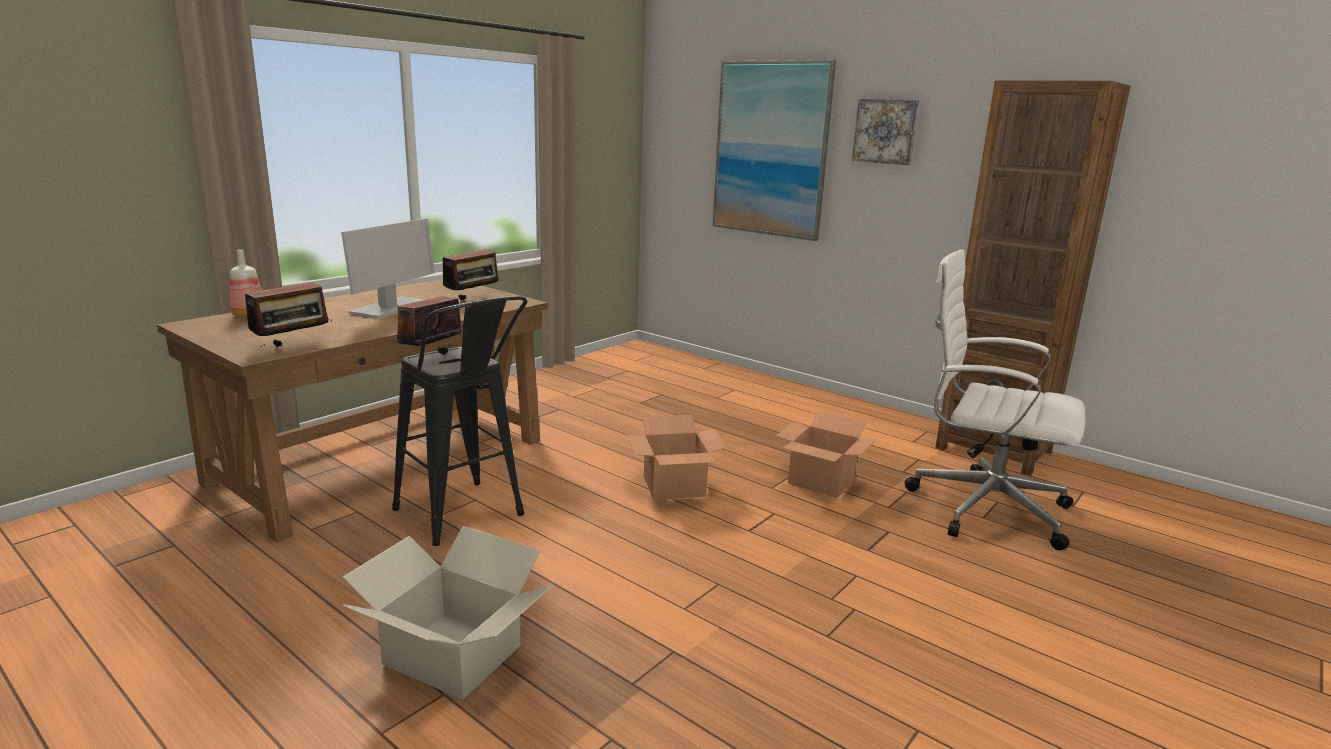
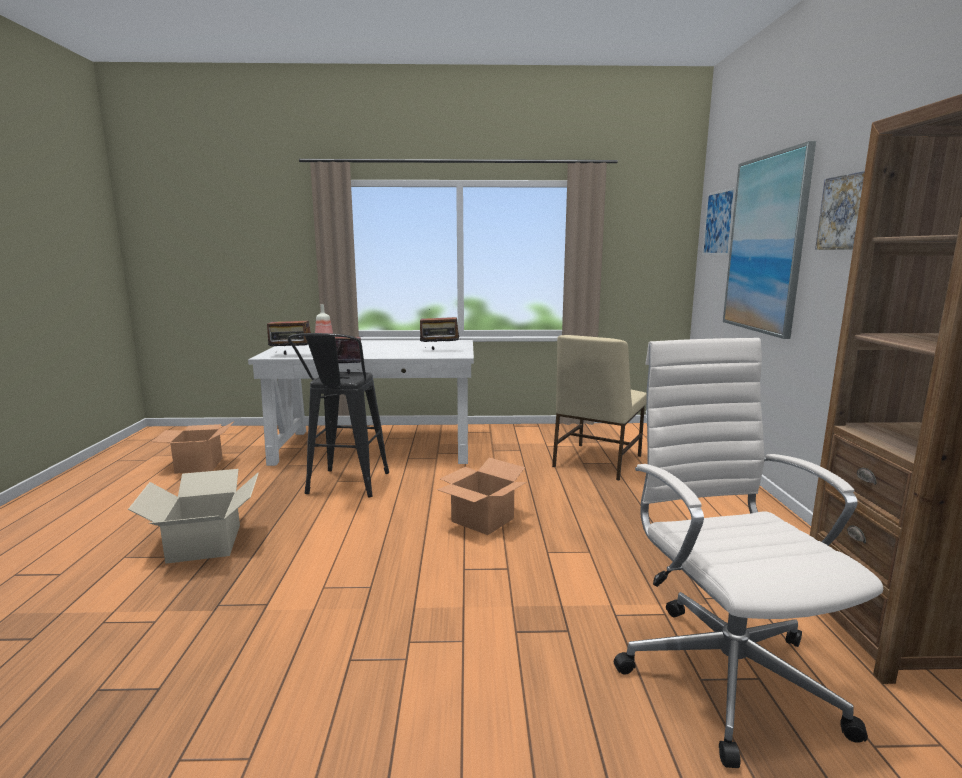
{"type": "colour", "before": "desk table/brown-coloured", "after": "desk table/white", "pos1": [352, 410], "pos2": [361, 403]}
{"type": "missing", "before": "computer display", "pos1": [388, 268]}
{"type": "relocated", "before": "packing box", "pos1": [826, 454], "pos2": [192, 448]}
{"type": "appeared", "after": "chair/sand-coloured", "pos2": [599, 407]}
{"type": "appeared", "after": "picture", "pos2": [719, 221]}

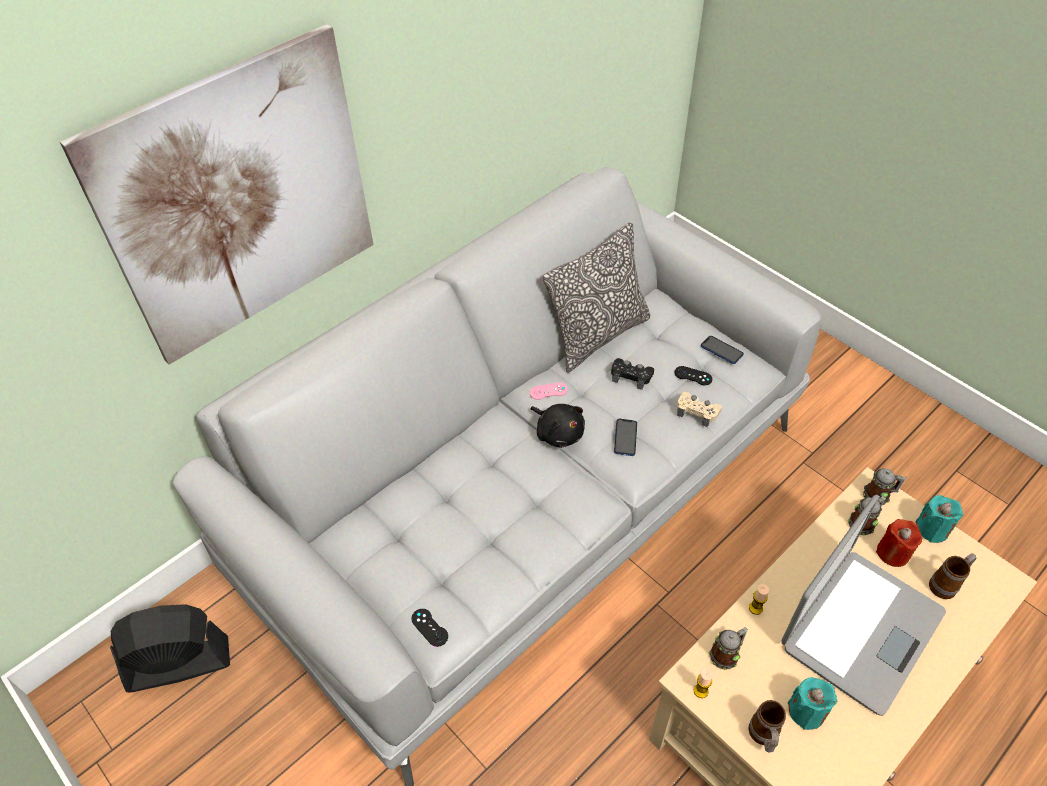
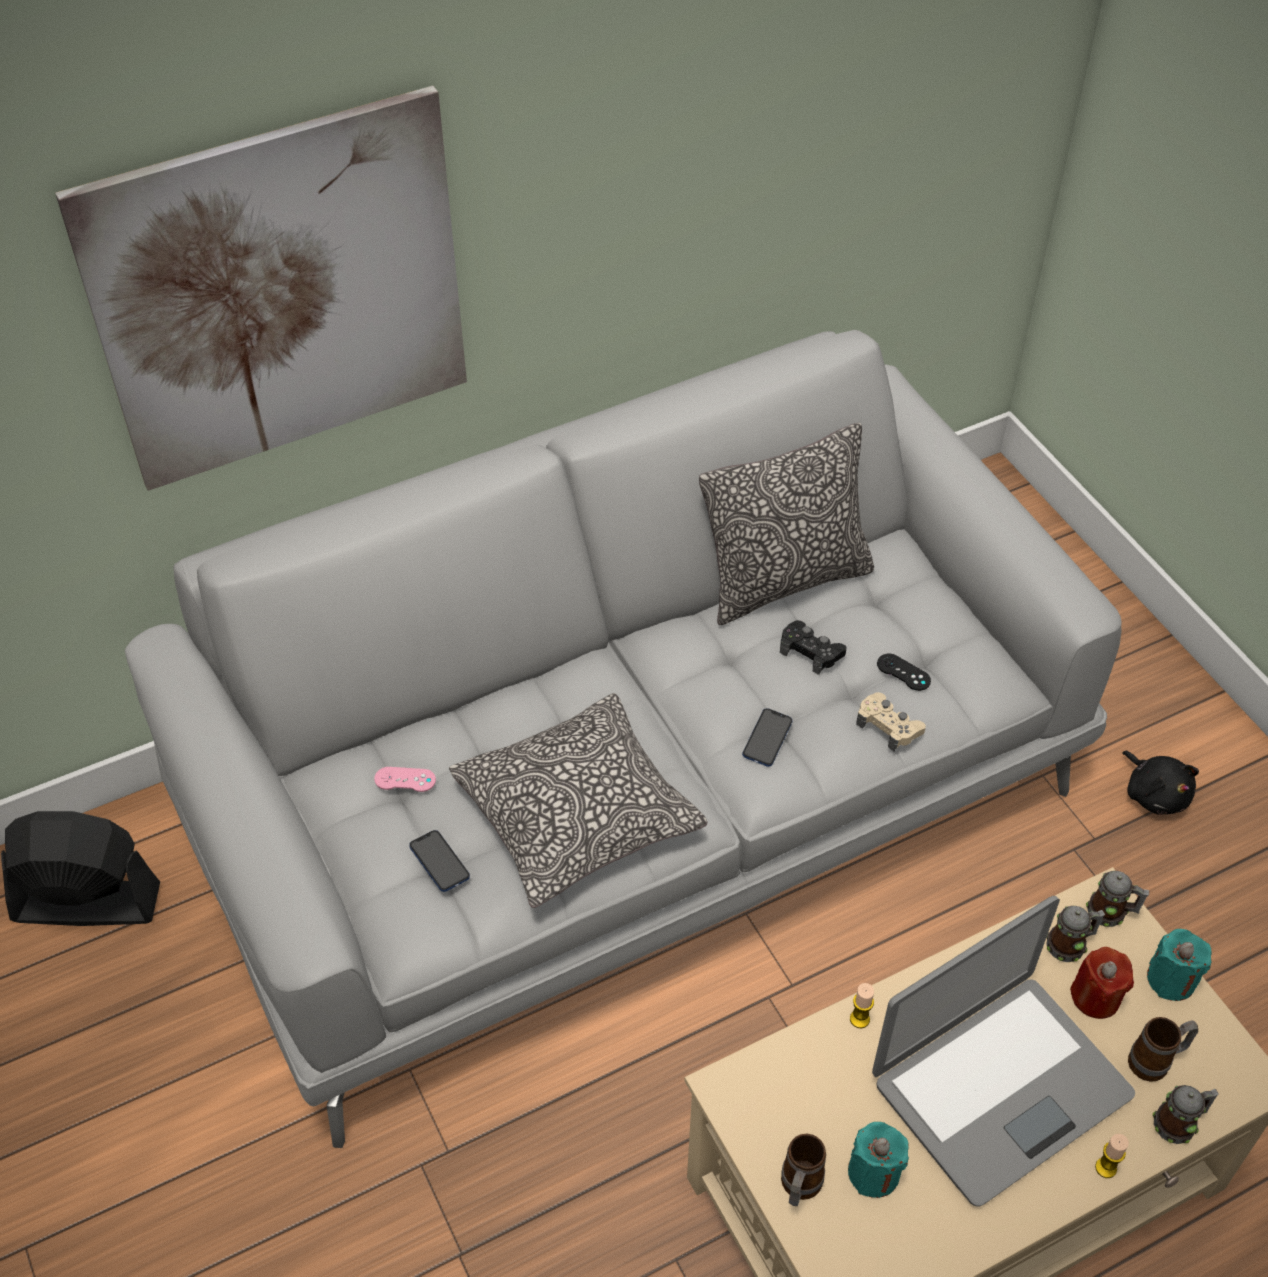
{"type": "missing", "before": "gamepad/blackish", "pos1": [429, 628]}
{"type": "relocated", "before": "gamepad/pinkish", "pos1": [549, 391], "pos2": [405, 779]}
{"type": "relocated", "before": "soft toy/blackish", "pos1": [558, 426], "pos2": [1161, 782]}
{"type": "relocated", "before": "candle", "pos1": [703, 683], "pos2": [1112, 1156]}
{"type": "relocated", "before": "phone", "pos1": [722, 350], "pos2": [440, 861]}
{"type": "relocated", "before": "coffee mug", "pos1": [728, 648], "pos2": [1186, 1114]}
{"type": "appeared", "after": "cushion", "pos2": [578, 800]}

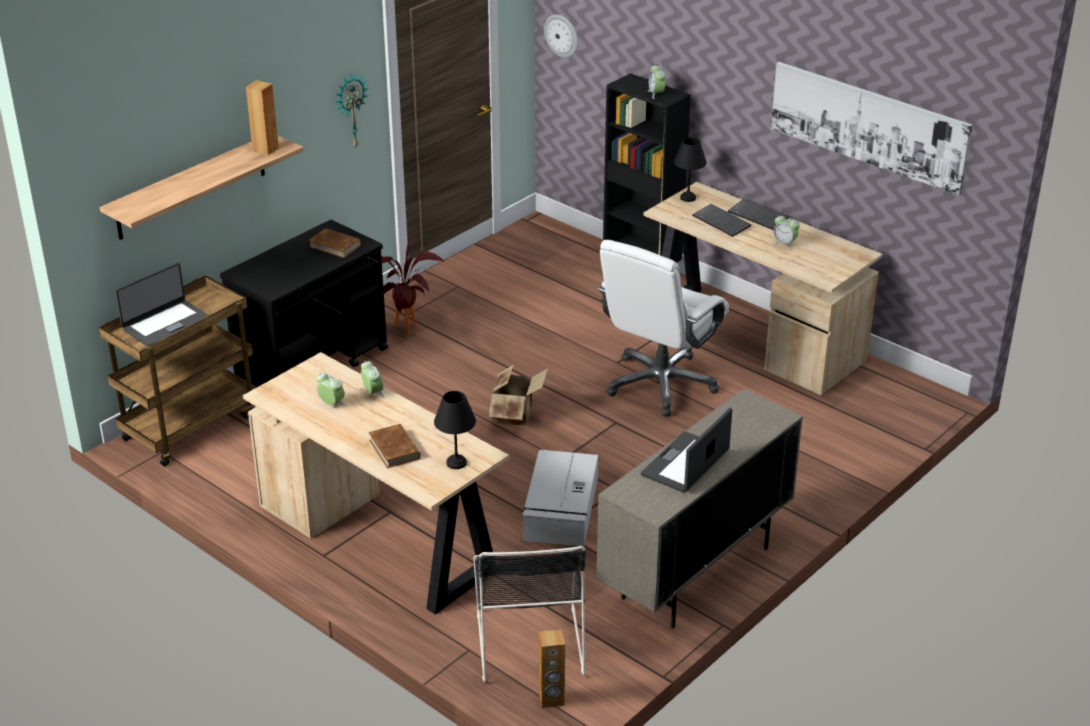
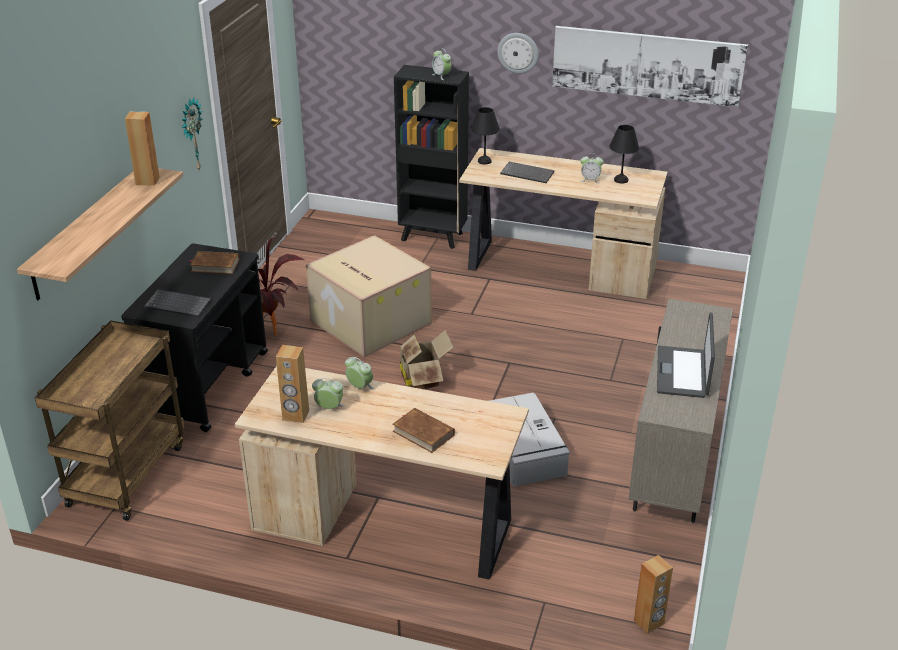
{"type": "missing", "before": "laptop", "pos1": [162, 305]}
{"type": "relocated", "before": "table lamp/blackish", "pos1": [455, 430], "pos2": [624, 154]}
{"type": "missing", "before": "chair/blackish", "pos1": [529, 614]}
{"type": "relocated", "before": "clock on the wall", "pos1": [561, 36], "pos2": [518, 53]}
{"type": "missing", "before": "computer chair/white", "pos1": [663, 328]}
{"type": "relocated", "before": "PC keyboard", "pos1": [758, 214], "pos2": [177, 303]}
{"type": "appeared", "after": "loudspeaker/brown-coloured", "pos2": [292, 384]}
{"type": "appeared", "after": "packing box", "pos2": [369, 296]}

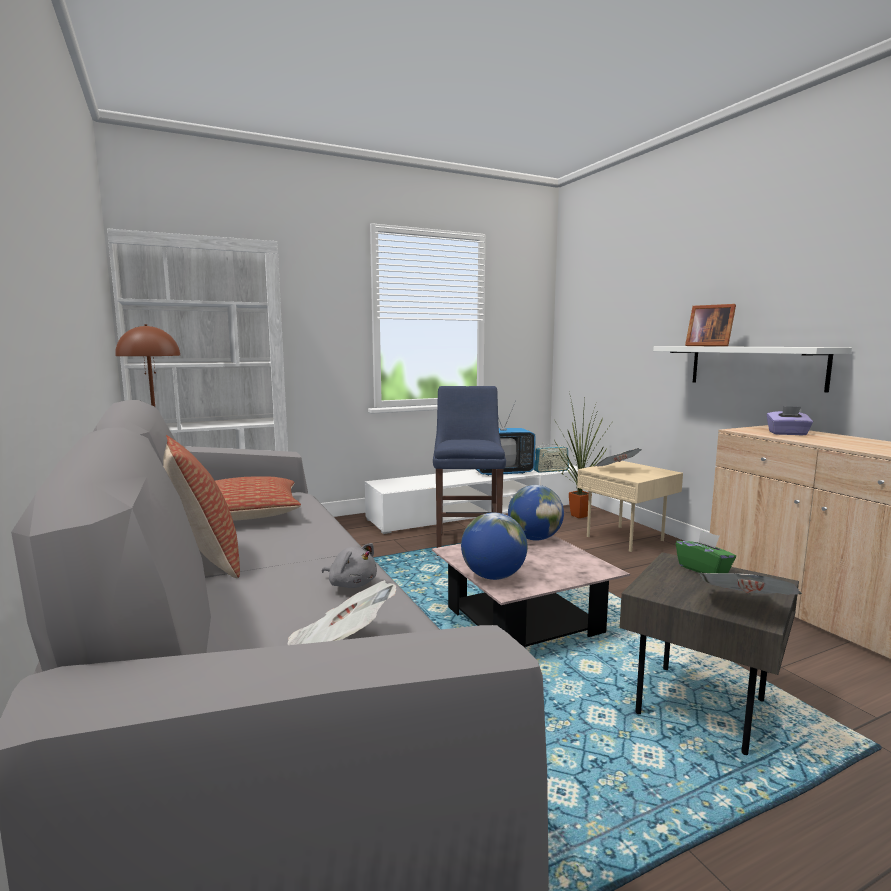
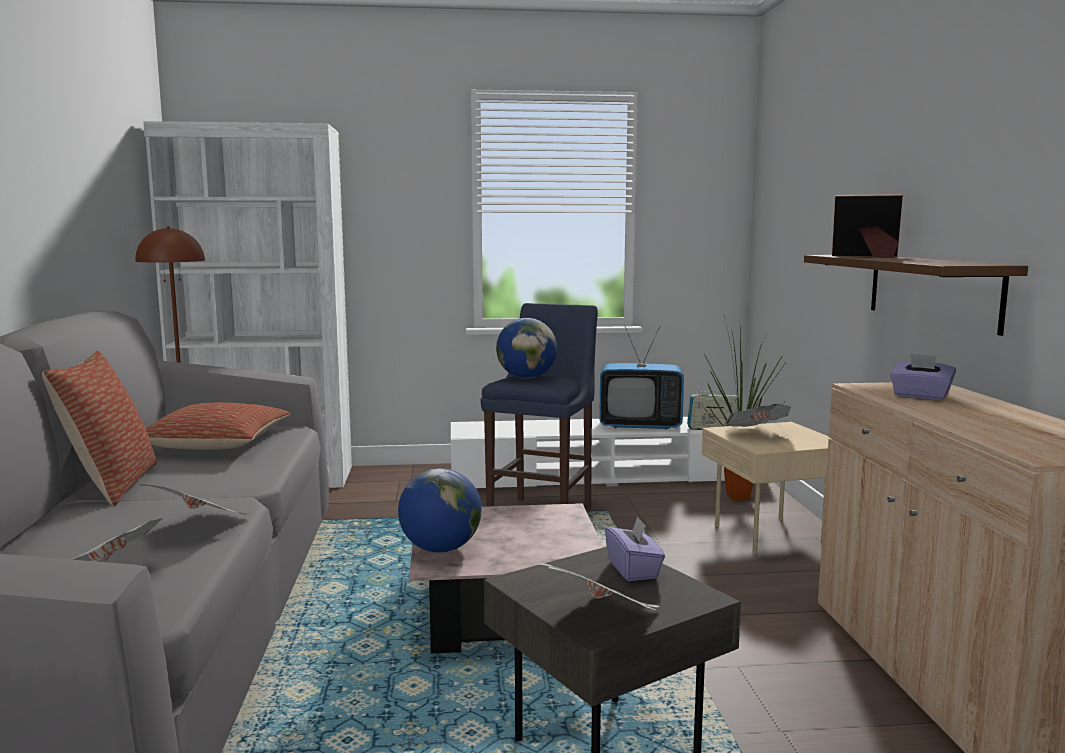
{"type": "exchanged", "before": "soft toy/grey", "after": "daily paper", "pos1": [349, 565], "pos2": [193, 499]}
{"type": "relocated", "before": "globe", "pos1": [536, 513], "pos2": [526, 348]}
{"type": "colour", "before": "shelf/white", "after": "shelf/brown-coloured", "pos1": [752, 369], "pos2": [916, 295]}
{"type": "colour", "before": "tissue box/green", "after": "tissue box/purple", "pos1": [706, 551], "pos2": [635, 548]}
{"type": "spun", "before": "picture frame", "pos1": [710, 325], "pos2": [867, 226], "turn": 135}

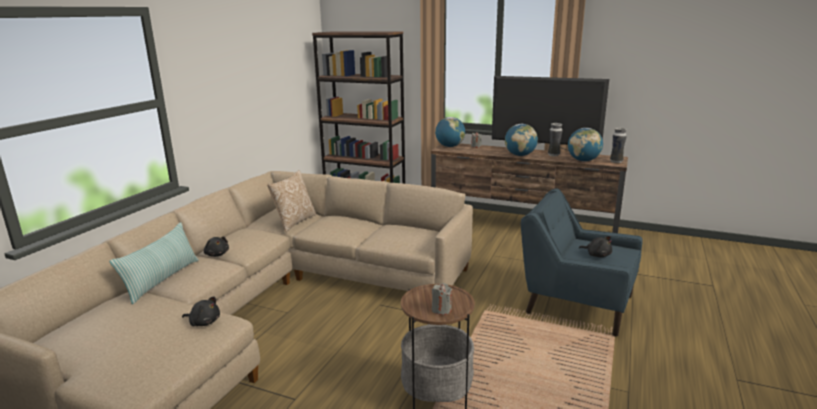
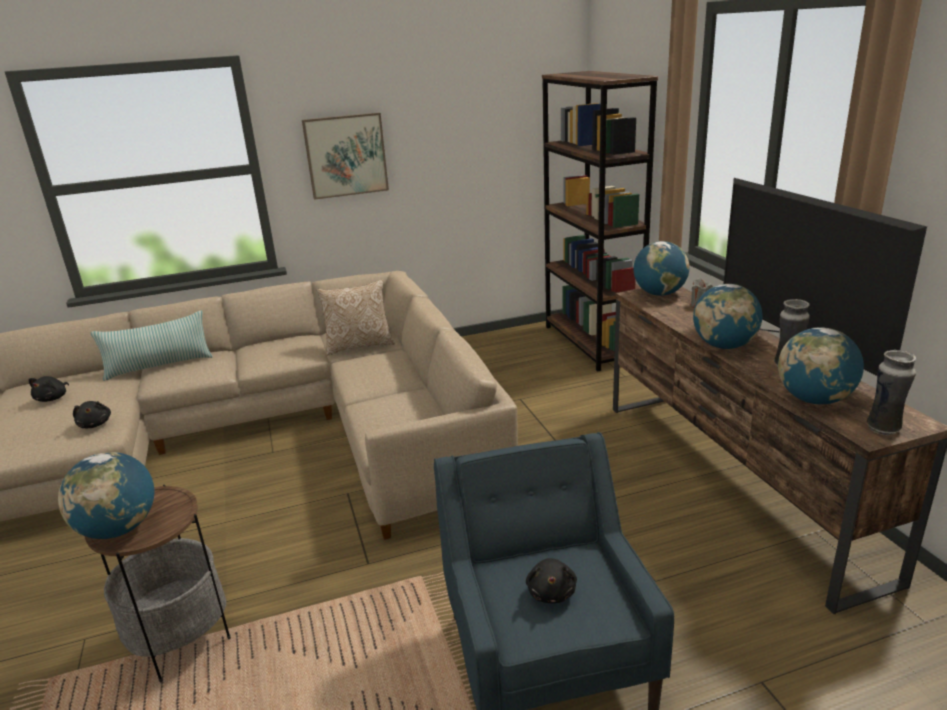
{"type": "relocated", "before": "soft toy/blackish", "pos1": [216, 246], "pos2": [49, 389]}
{"type": "exchanged", "before": "candle/grey", "after": "globe", "pos1": [442, 299], "pos2": [106, 495]}
{"type": "appeared", "after": "picture", "pos2": [345, 156]}

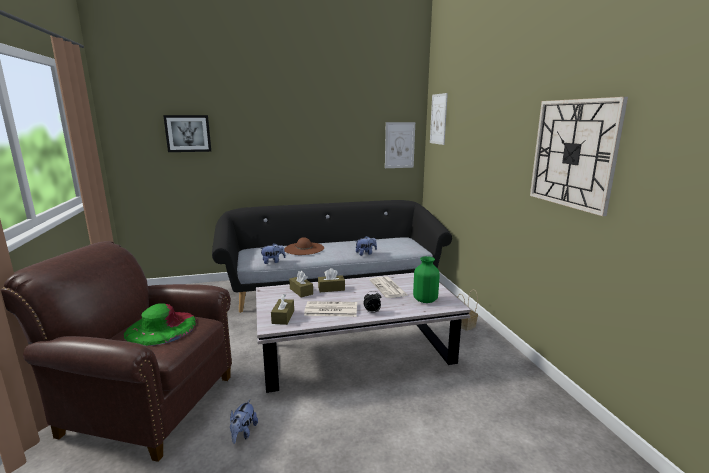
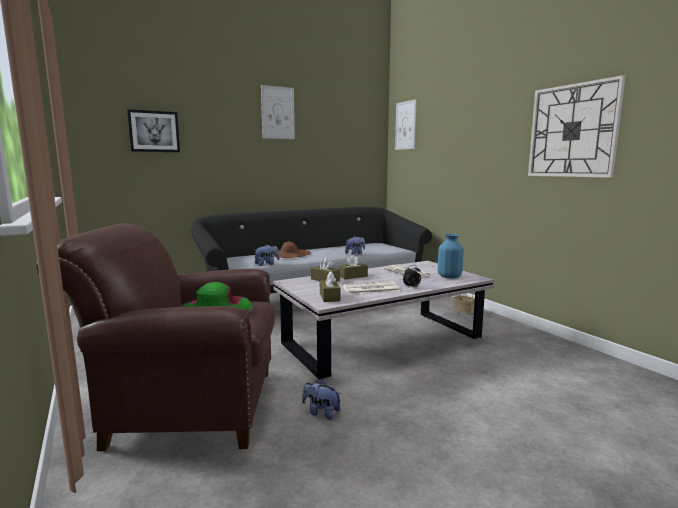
{"type": "spun", "before": "soft toy", "pos1": [244, 422], "pos2": [321, 399], "turn": 120}
{"type": "relocated", "before": "picture", "pos1": [400, 145], "pos2": [278, 112]}
{"type": "colour", "before": "flower vase/green", "after": "flower vase/bluish", "pos1": [426, 279], "pos2": [451, 256]}

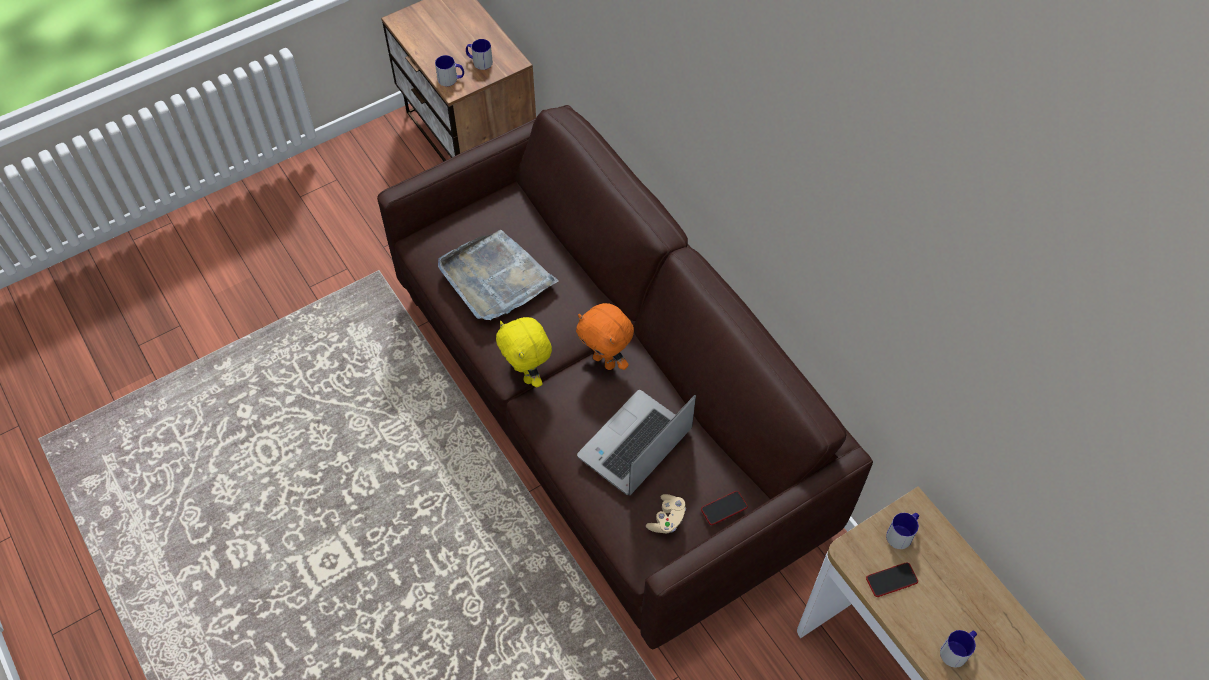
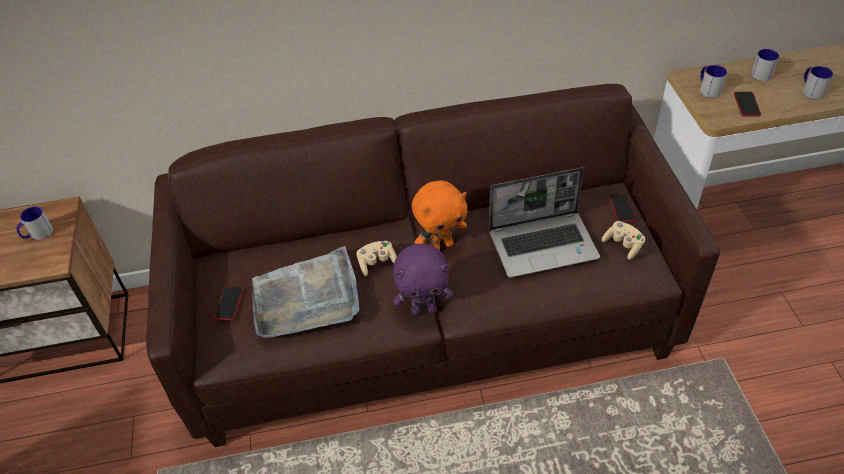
{"type": "relocated", "before": "coffee mug", "pos1": [449, 70], "pos2": [765, 65]}
{"type": "colour", "before": "soft toy/yellow-coloured", "after": "soft toy/purple", "pos1": [524, 352], "pos2": [423, 279]}
{"type": "spun", "before": "laptop", "pos1": [636, 443], "pos2": [544, 222], "turn": -75}
{"type": "appeared", "after": "phone", "pos2": [229, 303]}
{"type": "appeared", "after": "gamepad/sand-coloured", "pos2": [376, 258]}

